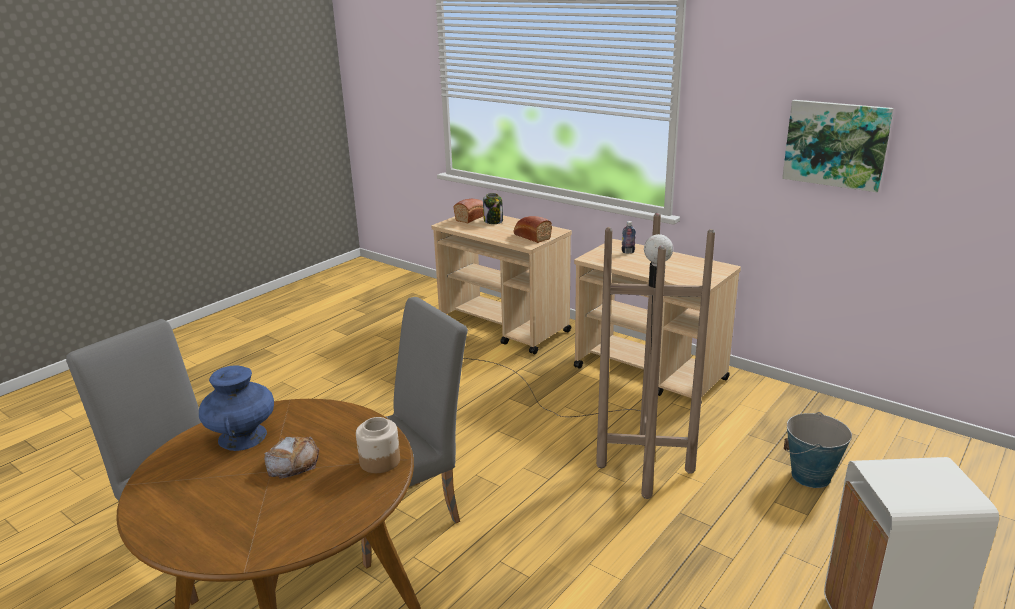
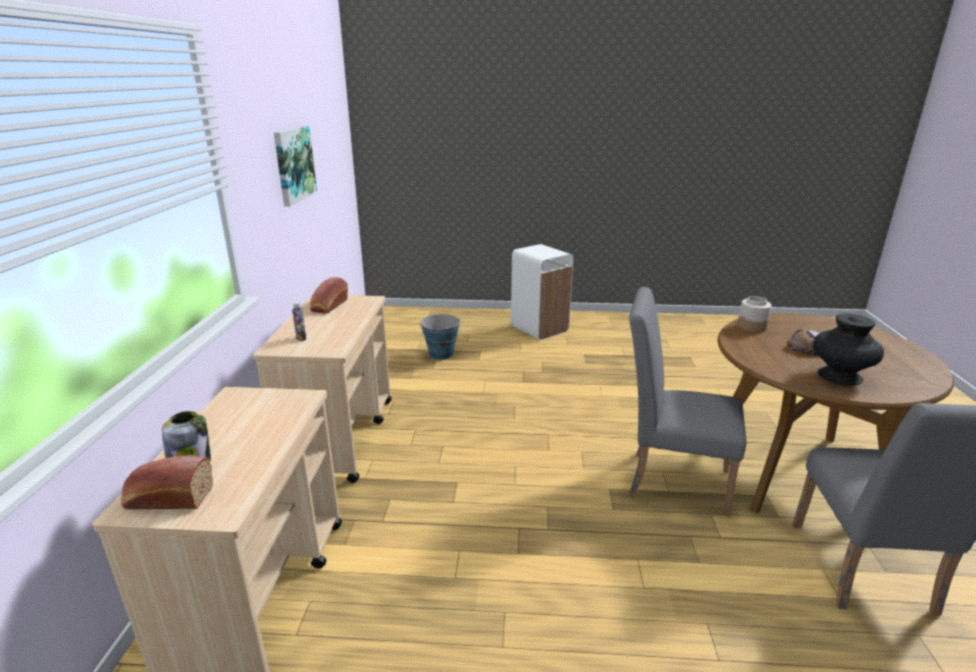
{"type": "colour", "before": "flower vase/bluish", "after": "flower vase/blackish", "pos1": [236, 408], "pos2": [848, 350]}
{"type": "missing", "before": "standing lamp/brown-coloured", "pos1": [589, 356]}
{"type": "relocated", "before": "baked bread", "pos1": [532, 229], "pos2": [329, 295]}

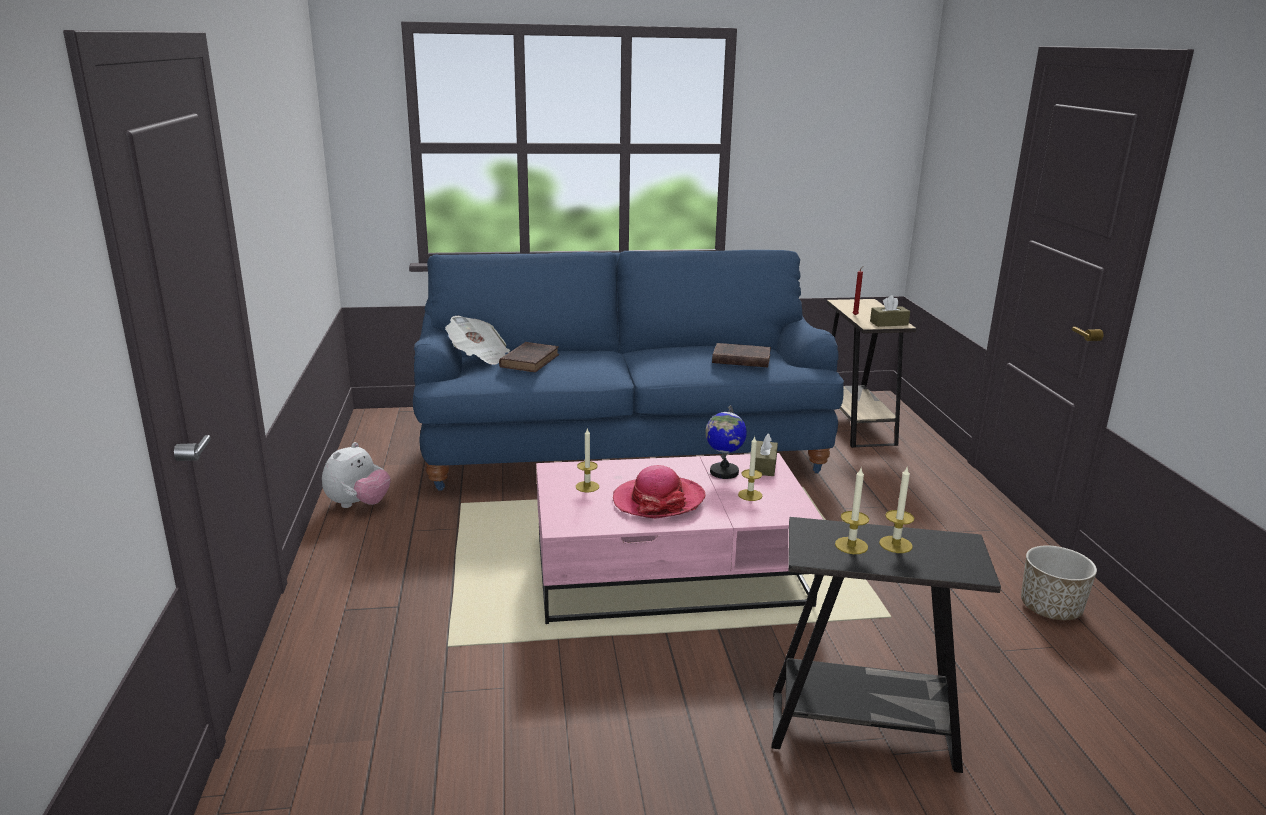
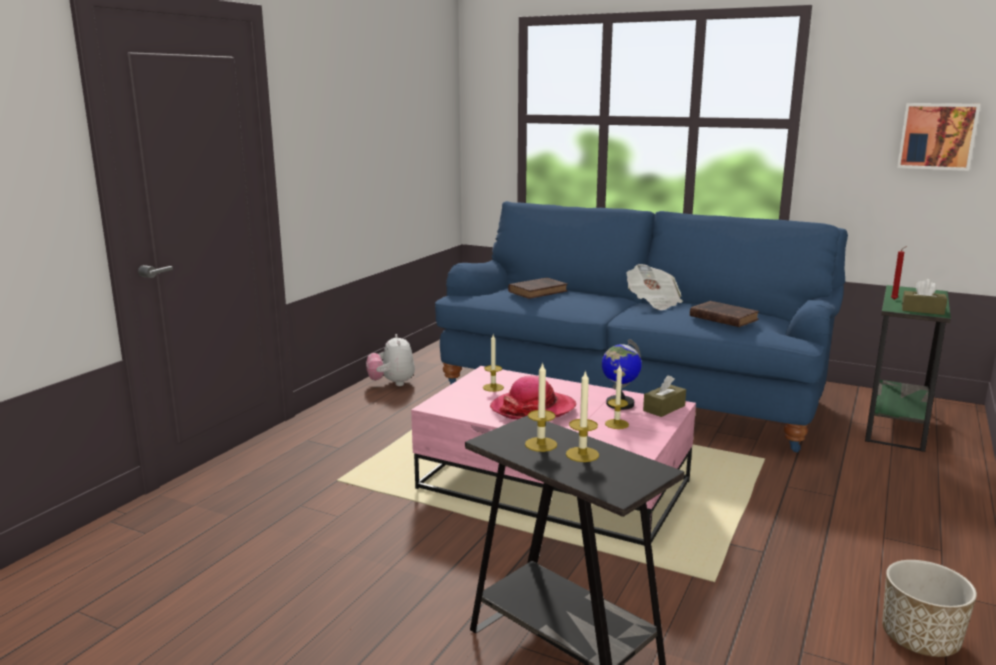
{"type": "spun", "before": "soft toy", "pos1": [356, 475], "pos2": [390, 360], "turn": 105}
{"type": "relocated", "before": "daily paper", "pos1": [477, 340], "pos2": [654, 287]}
{"type": "colour", "before": "accent table/sand-coloured", "after": "accent table/green", "pos1": [871, 373], "pos2": [908, 368]}
{"type": "appeared", "after": "picture", "pos2": [938, 137]}

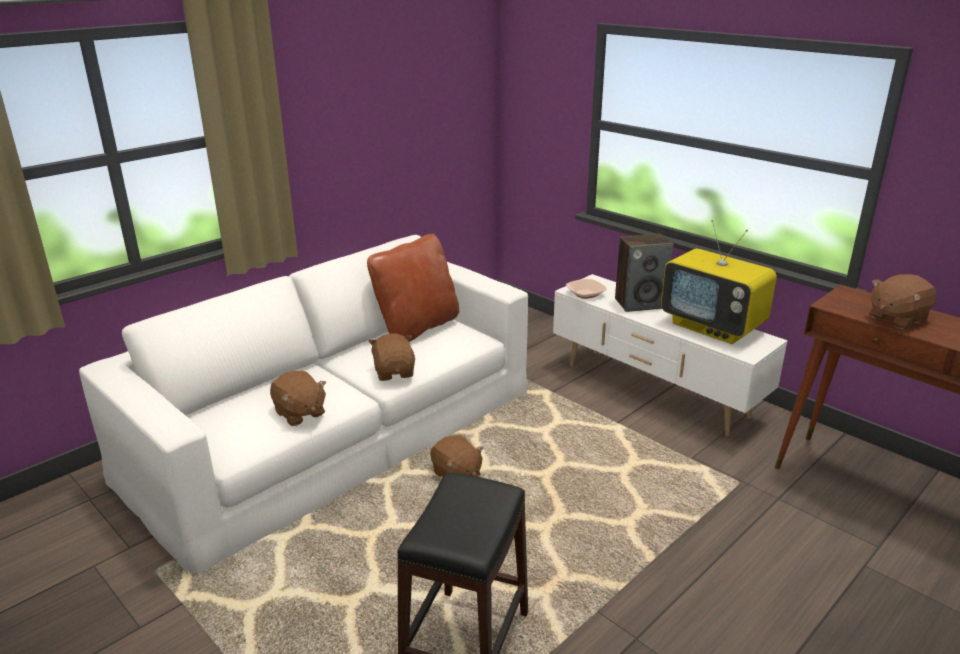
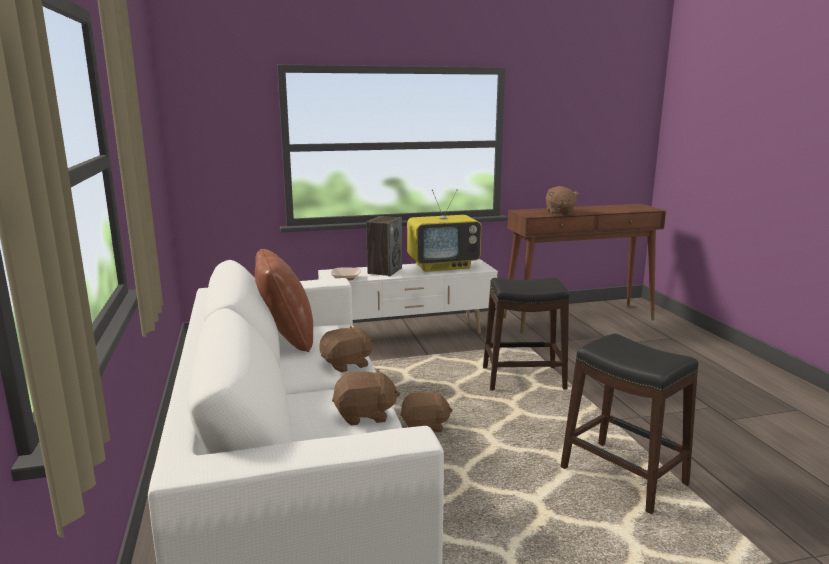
{"type": "spun", "before": "soft toy/brown-coloured", "pos1": [391, 357], "pos2": [346, 349], "turn": 135}
{"type": "appeared", "after": "sitting stool/blackish", "pos2": [526, 333]}

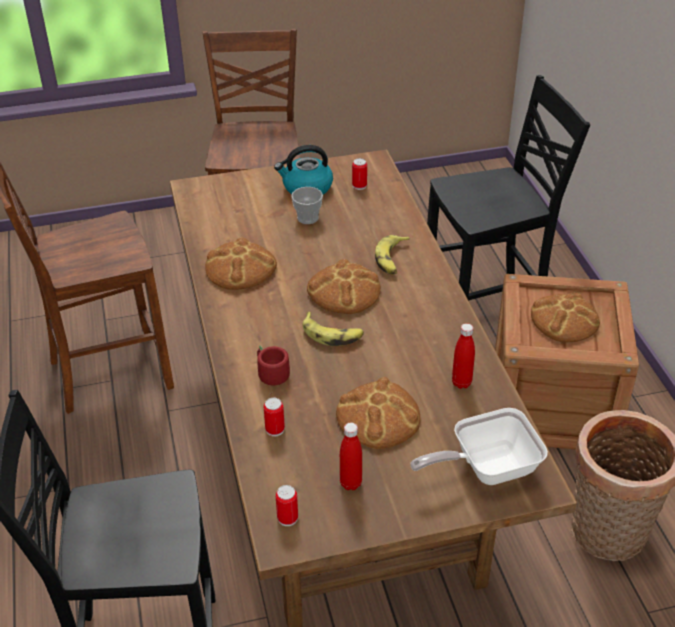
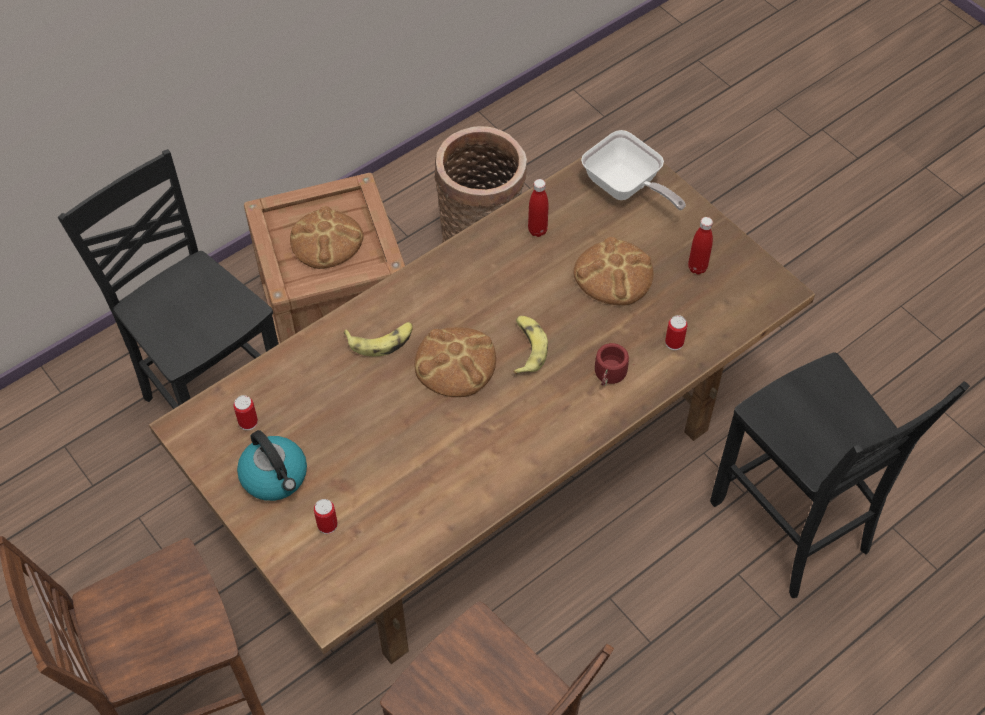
{"type": "missing", "before": "baked bread", "pos1": [241, 263]}
{"type": "relocated", "before": "metal can", "pos1": [287, 505], "pos2": [326, 516]}
{"type": "missing", "before": "cup", "pos1": [307, 205]}

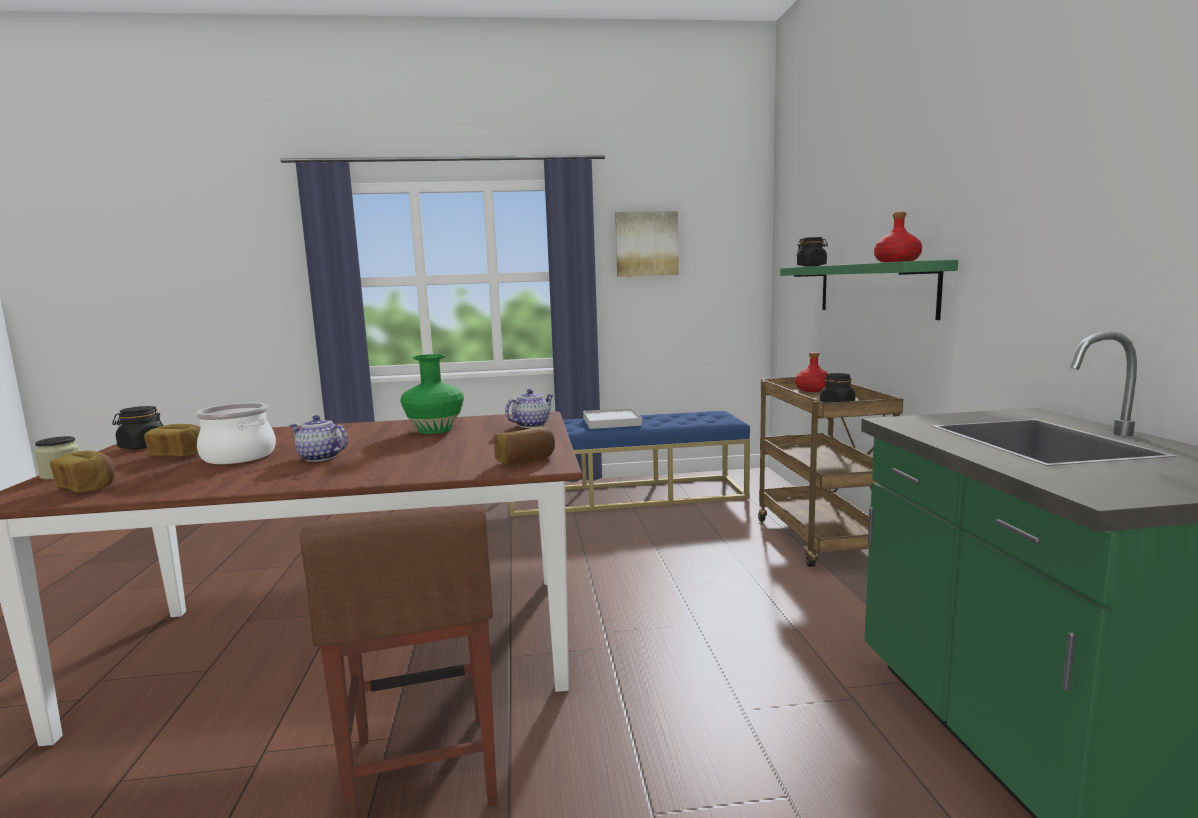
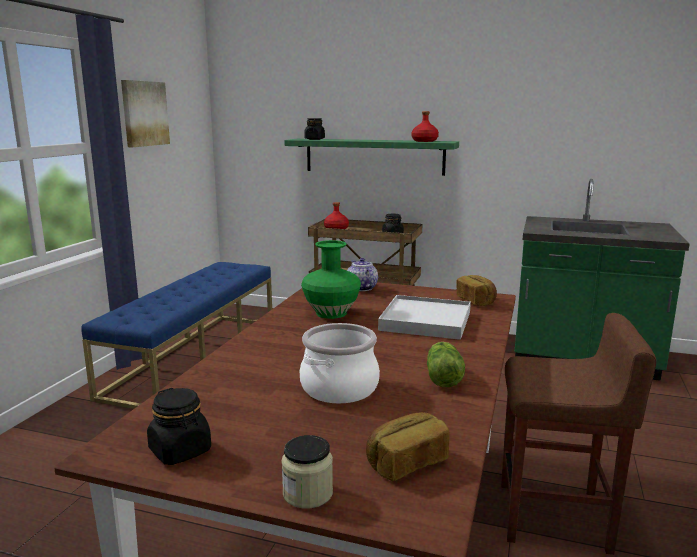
{"type": "missing", "before": "baked bread", "pos1": [172, 440]}
{"type": "missing", "before": "pot for tea", "pos1": [318, 438]}
{"type": "relocated", "before": "tray/white", "pos1": [612, 418], "pos2": [424, 317]}
{"type": "appeared", "after": "lettuce", "pos2": [446, 364]}

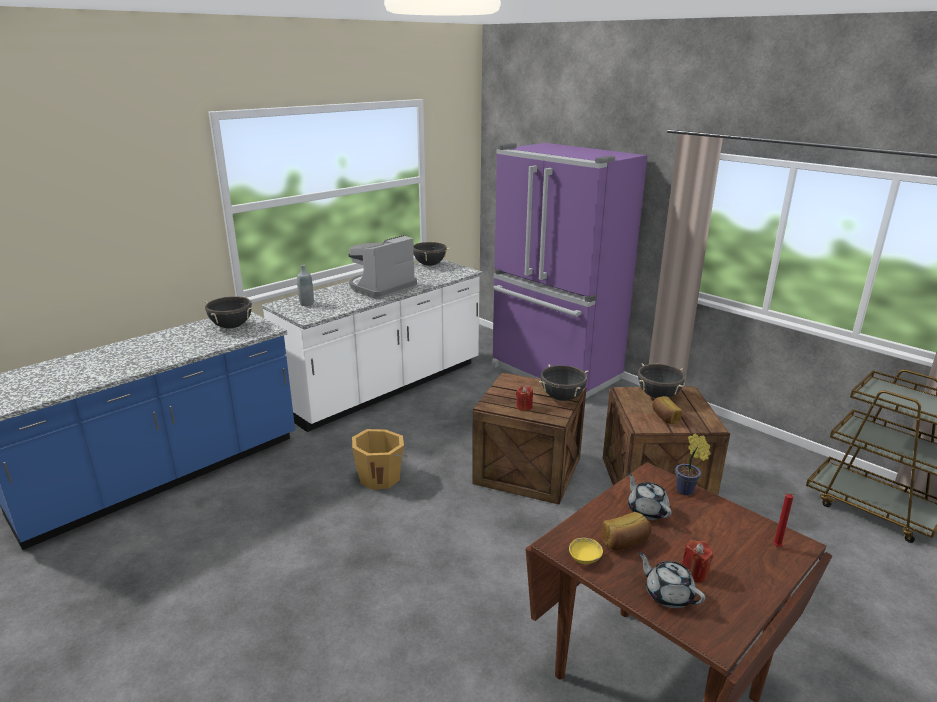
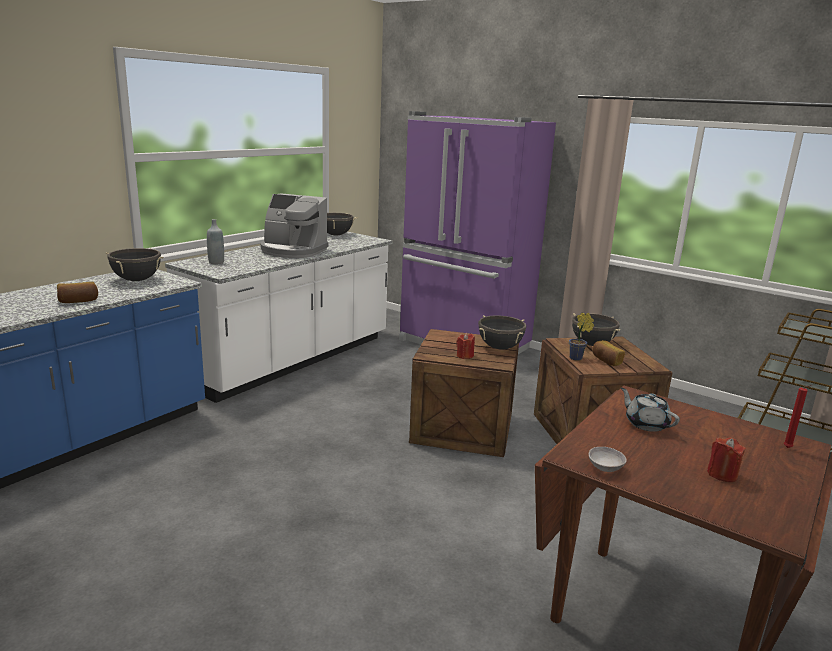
{"type": "spun", "before": "coffee brewer", "pos1": [383, 267], "pos2": [294, 225], "turn": -105}
{"type": "missing", "before": "water bucket/orange", "pos1": [379, 459]}
{"type": "colour", "before": "deep dish/yellow-coloured", "after": "deep dish/grey", "pos1": [586, 551], "pos2": [608, 459]}
{"type": "relocated", "before": "baked bread", "pos1": [626, 531], "pos2": [77, 292]}
{"type": "missing", "before": "pot for tea/grey", "pos1": [672, 580]}
{"type": "relocated", "before": "houseplant", "pos1": [693, 464], "pos2": [581, 337]}

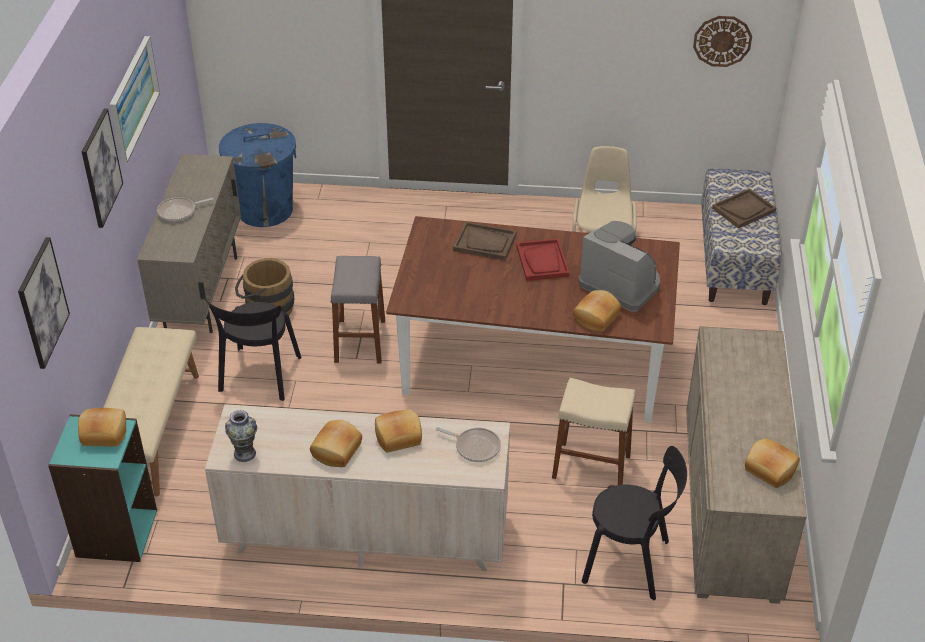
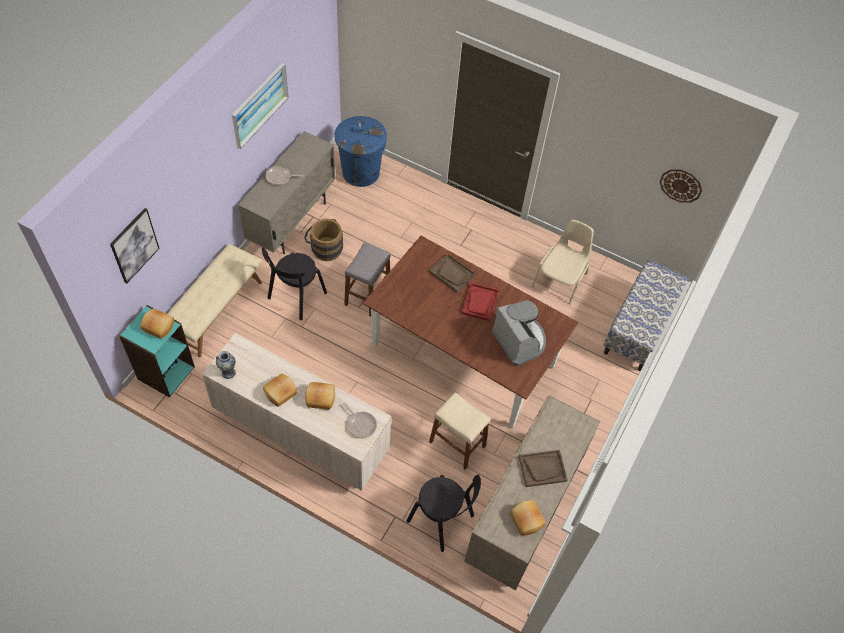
{"type": "missing", "before": "picture", "pos1": [102, 168]}
{"type": "missing", "before": "baked bread", "pos1": [597, 310]}
{"type": "relocated", "before": "tray/brown-coloured", "pos1": [744, 208], "pos2": [543, 468]}

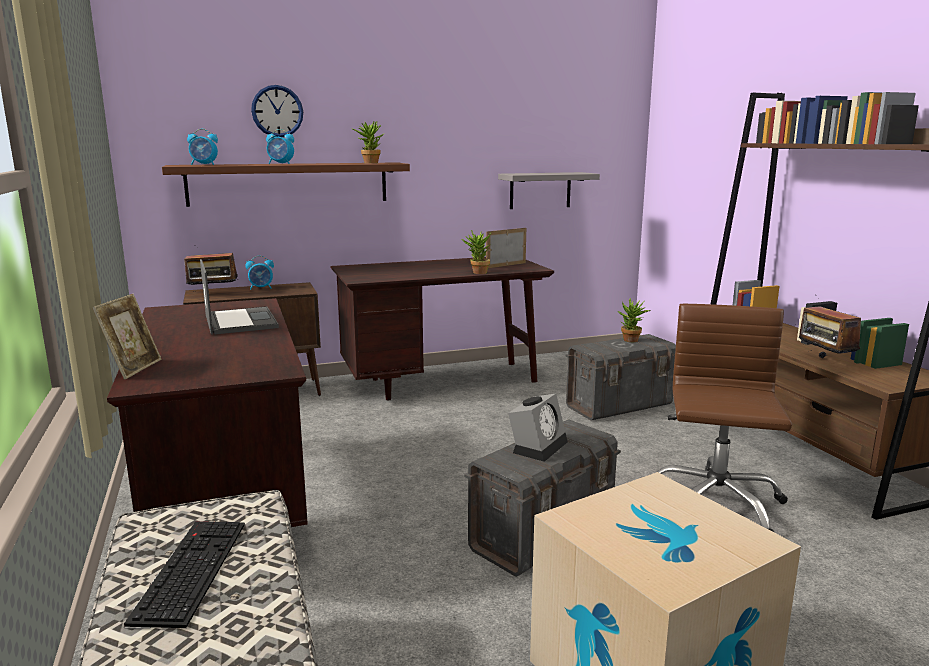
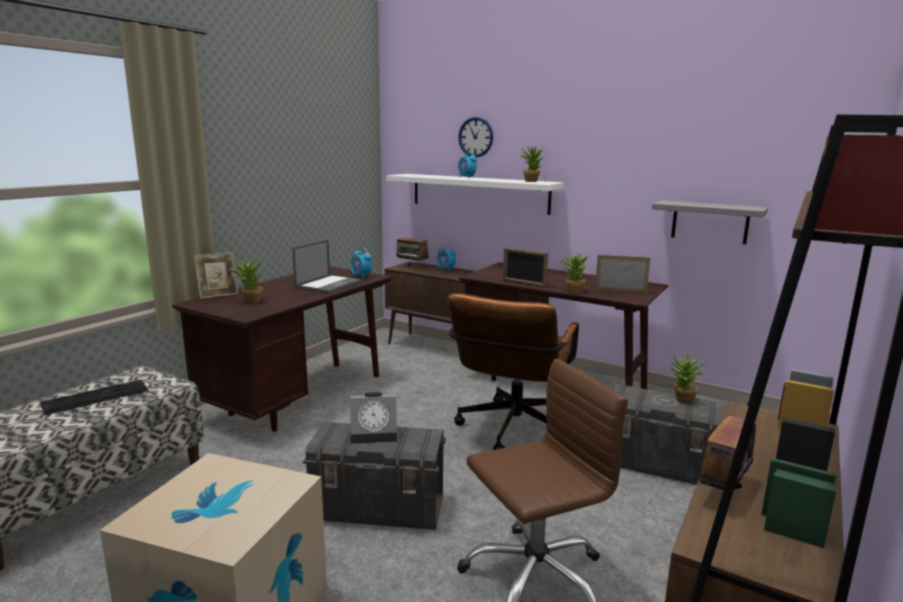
{"type": "colour", "before": "shelf/brown-coloured", "after": "shelf/white", "pos1": [286, 184], "pos2": [475, 194]}
{"type": "relocated", "before": "alarm clock", "pos1": [202, 147], "pos2": [361, 263]}
{"type": "appeared", "after": "houseplant", "pos2": [246, 280]}
{"type": "appeared", "after": "computer chair/brown-coloured", "pos2": [513, 371]}
{"type": "appeared", "after": "picture frame", "pos2": [525, 267]}

